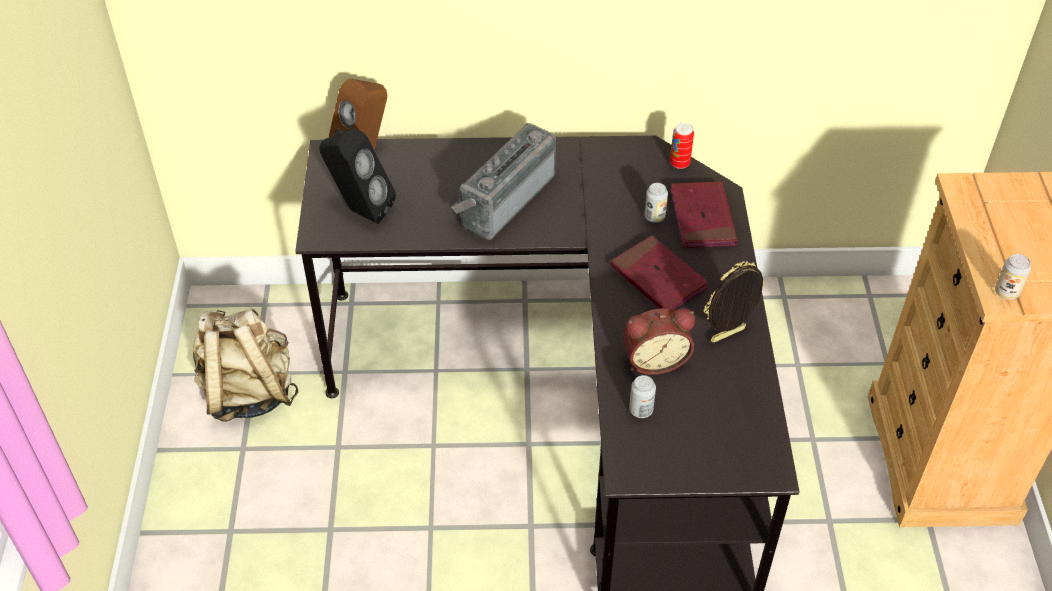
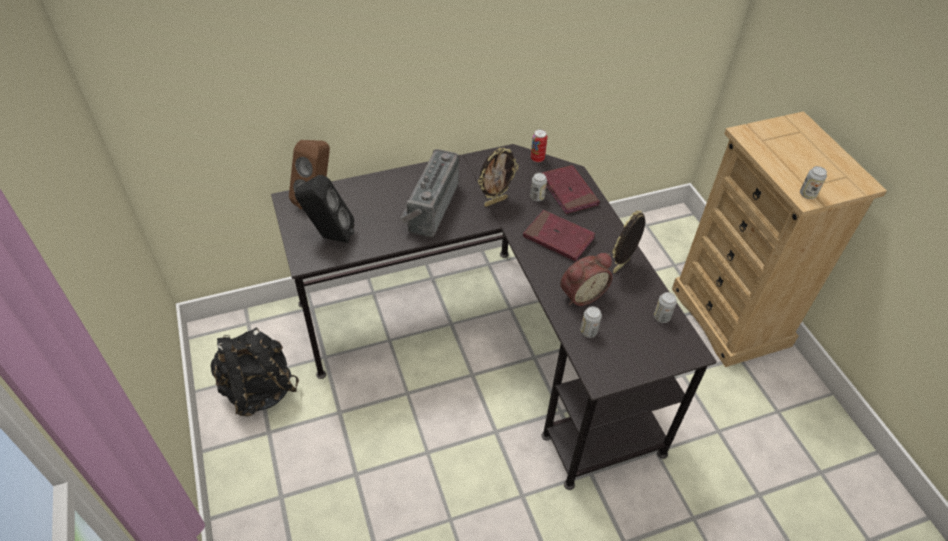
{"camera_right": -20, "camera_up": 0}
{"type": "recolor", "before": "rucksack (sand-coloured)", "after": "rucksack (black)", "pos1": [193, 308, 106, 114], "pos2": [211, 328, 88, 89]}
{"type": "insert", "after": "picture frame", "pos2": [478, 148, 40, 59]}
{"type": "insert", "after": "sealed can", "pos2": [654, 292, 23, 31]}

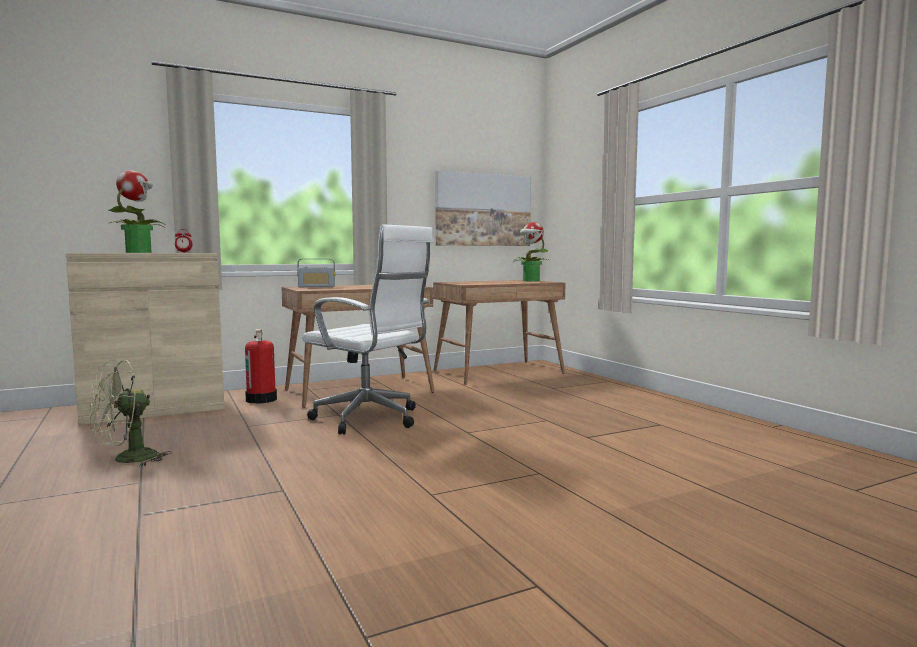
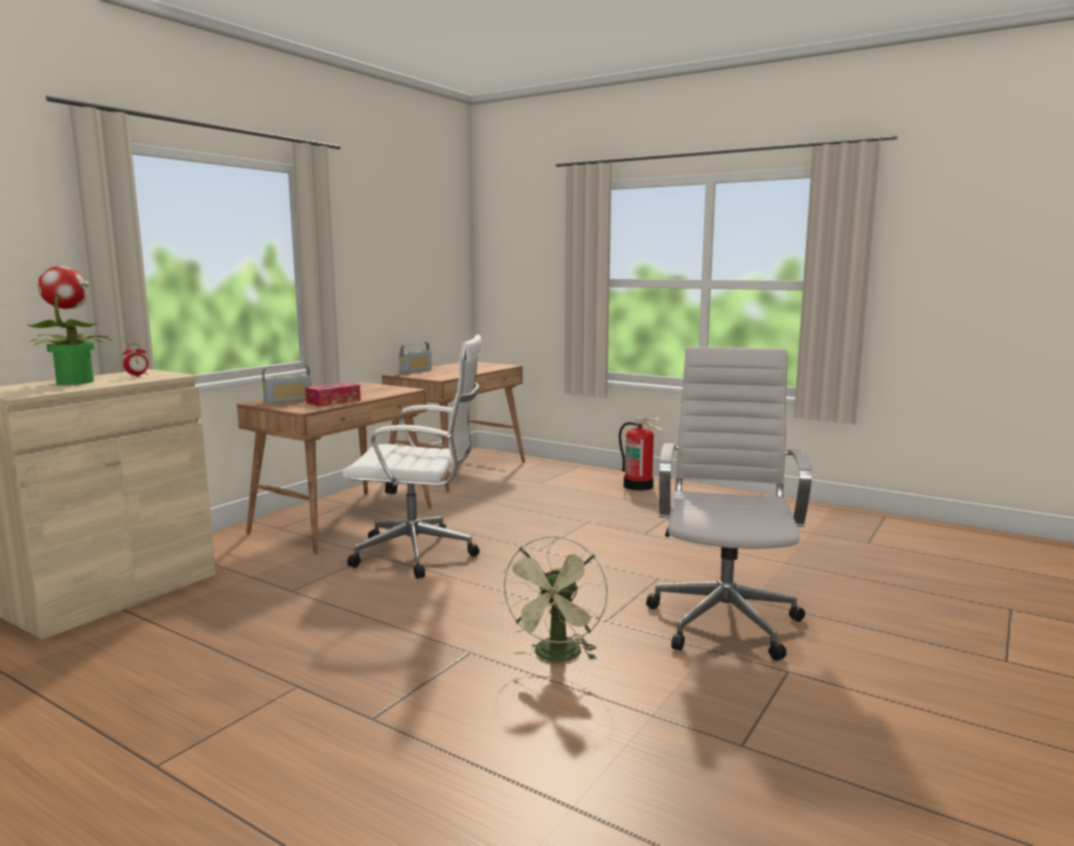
{"camera_right": -30, "camera_up": 5}
{"type": "insert", "after": "tissue holder", "pos2": [305, 382, 56, 25]}
{"type": "insert", "after": "radio set", "pos2": [399, 342, 33, 31]}
{"type": "move", "before": "fan (greenish)", "pos1": [89, 359, 83, 107], "pos2": [500, 536, 108, 126]}
{"type": "move", "before": "fire-fighting cylinder", "pos1": [245, 329, 32, 75], "pos2": [619, 417, 45, 74]}
{"type": "insert", "after": "desk chair (white)", "pos2": [646, 347, 166, 314]}
{"type": "delete", "before": "wall art", "pos1": [435, 170, 96, 76]}
{"type": "delete", "before": "plant in a pot", "pos1": [514, 222, 34, 59]}

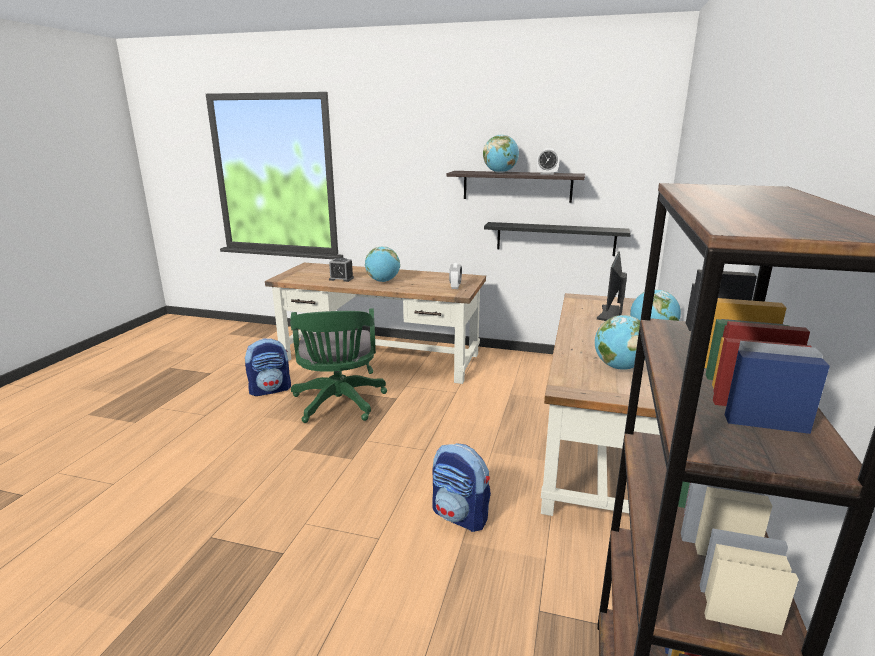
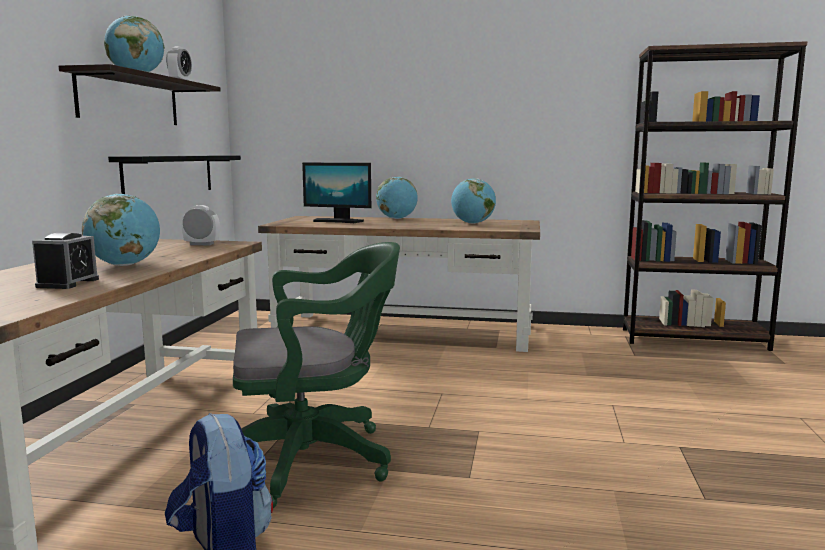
{"camera_right": -95, "camera_up": -10}
{"type": "delete", "before": "rucksack", "pos1": [433, 443, 58, 89]}

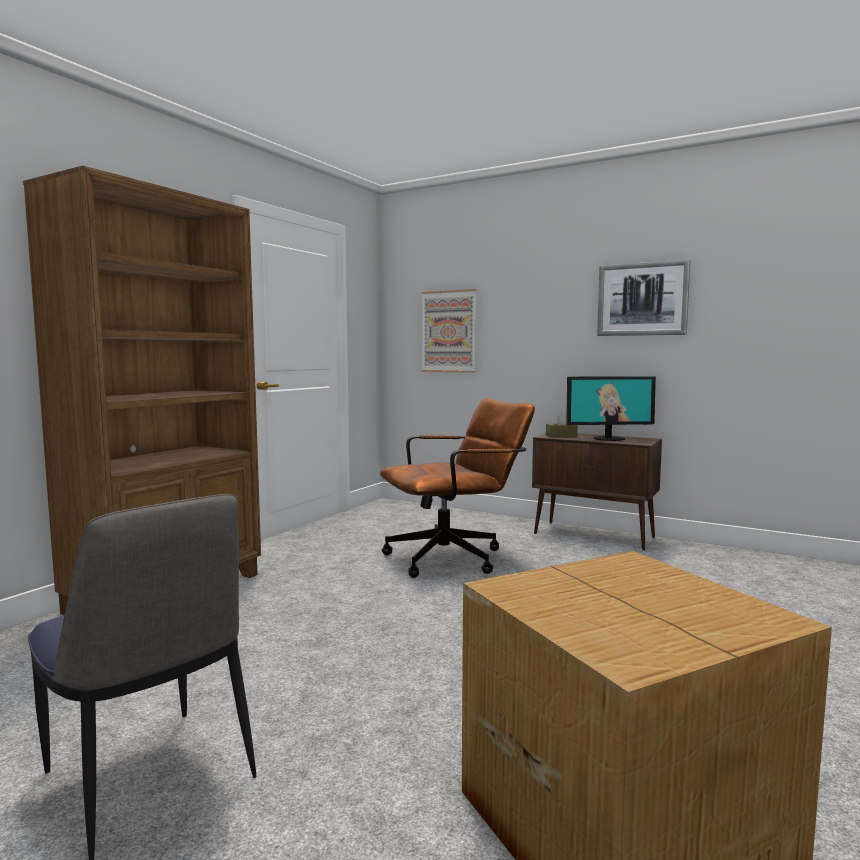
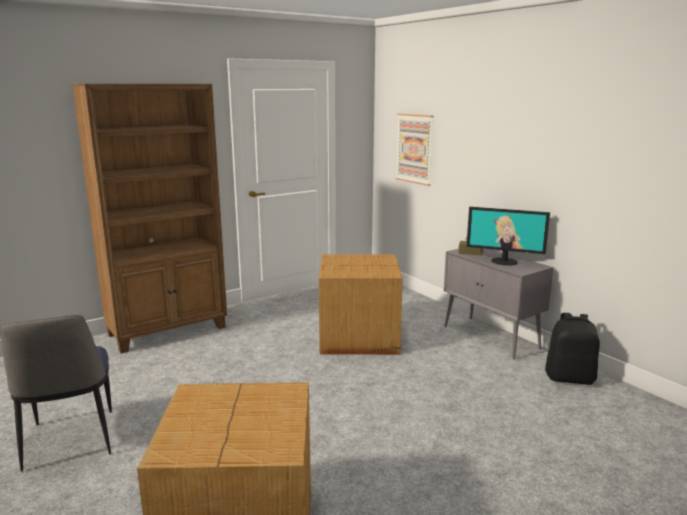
{"camera_right": 25, "camera_up": 10}
{"type": "replace", "before": "desk chair (brown-coloured)", "after": "packing box", "pos1": [380, 398, 155, 180], "pos2": [319, 254, 84, 101]}
{"type": "recolor", "before": "cabinet (brown-coloured)", "after": "cabinet (grey)", "pos1": [532, 433, 130, 118], "pos2": [444, 249, 110, 111]}
{"type": "insert", "after": "rucksack (black)", "pos2": [545, 313, 55, 72]}
{"type": "delete", "before": "wall art", "pos1": [597, 259, 93, 77]}

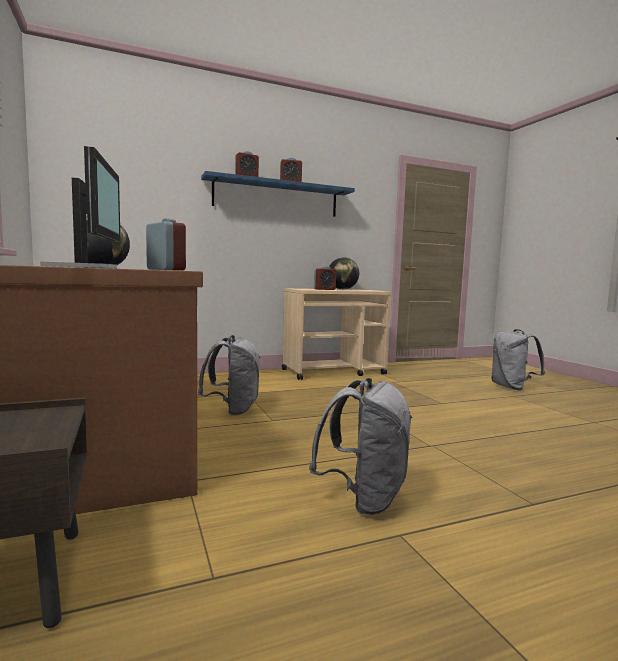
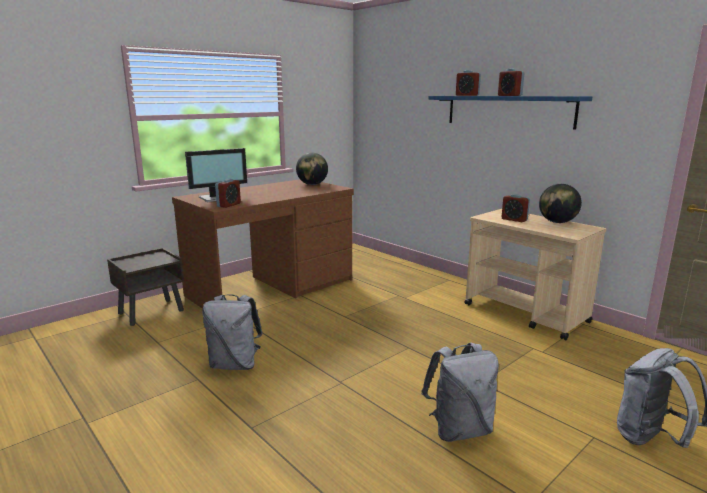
{"camera_right": 70, "camera_up": 10}
{"type": "move", "before": "rucksack (grey)", "pos1": [198, 335, 62, 81], "pos2": [421, 342, 78, 100]}

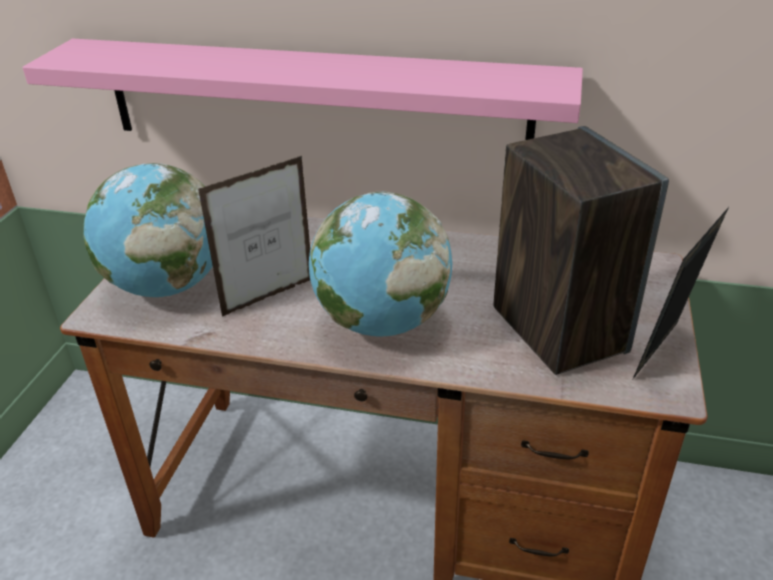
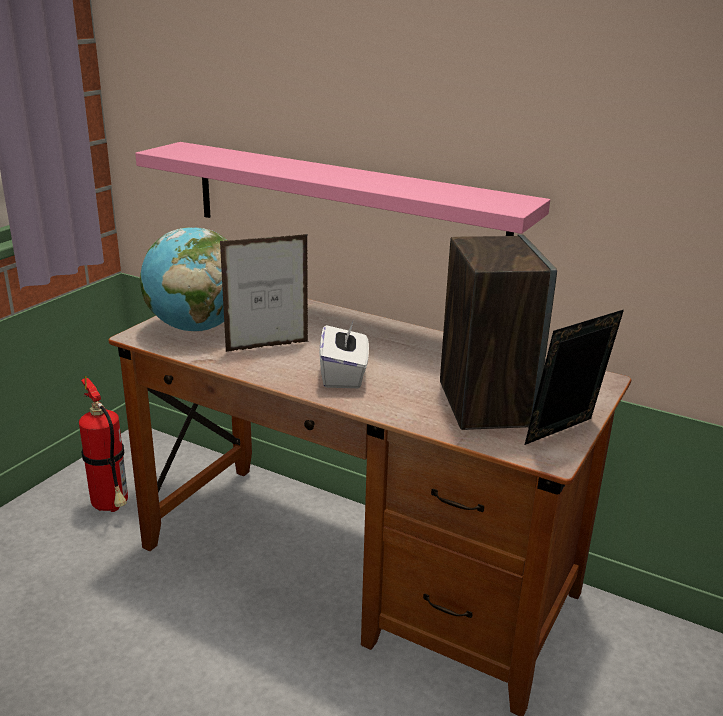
{"camera_right": 15, "camera_up": -10}
{"type": "insert", "after": "fire-fighting cylinder", "pos2": [79, 376, 49, 136]}
{"type": "replace", "before": "world globe", "after": "tissue holder (white)", "pos1": [309, 192, 143, 145], "pos2": [319, 319, 50, 69]}

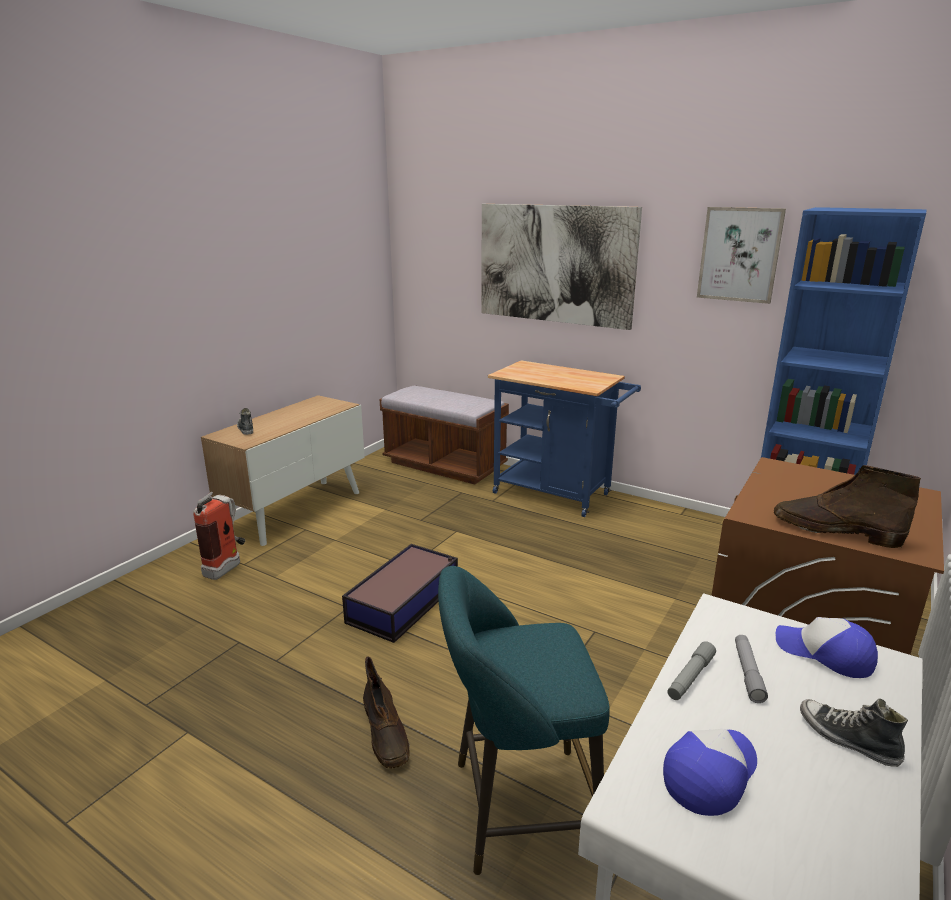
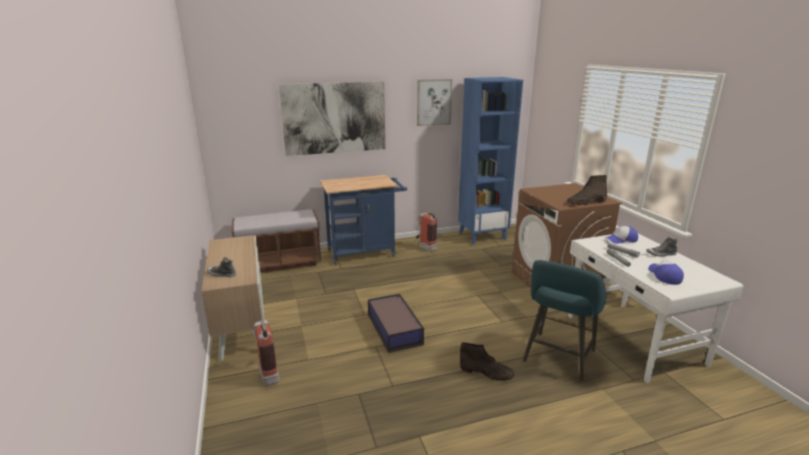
{"camera_right": -50, "camera_up": 0}
{"type": "insert", "after": "fire-fighting cylinder", "pos2": [416, 210, 21, 42]}

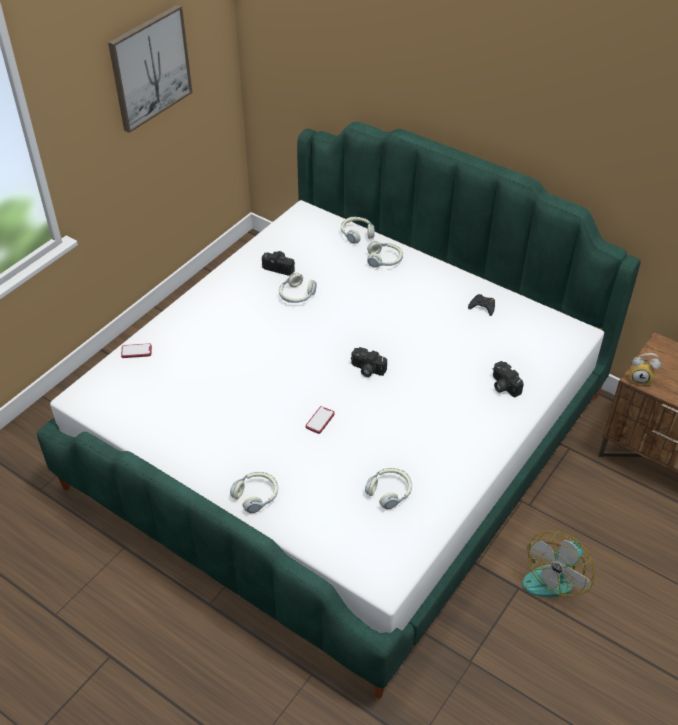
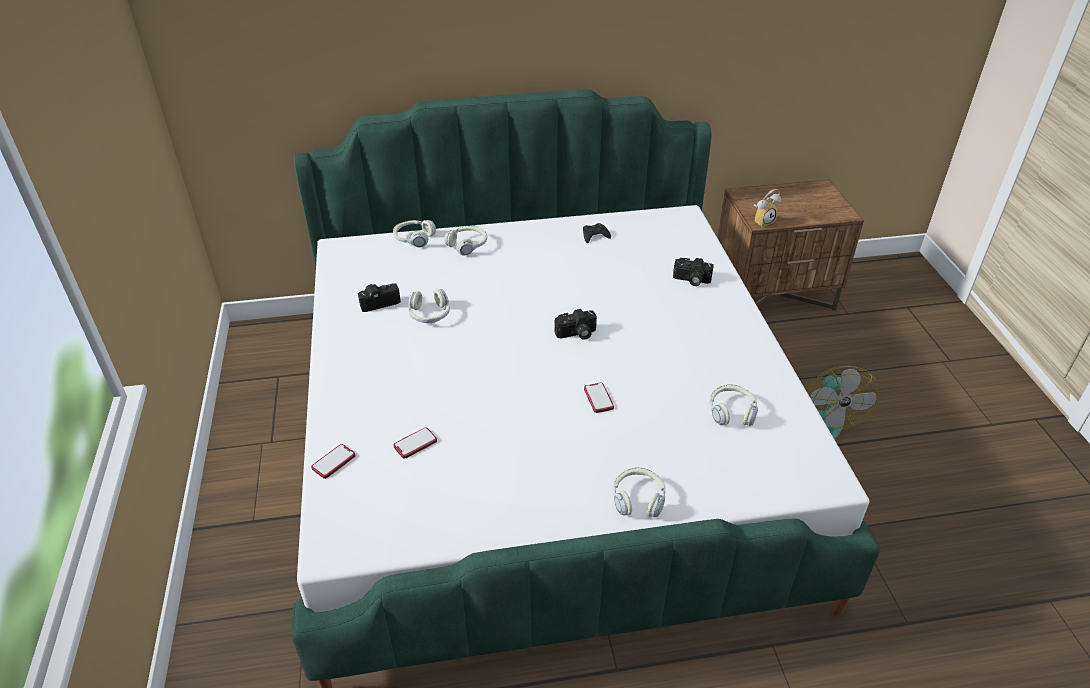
{"camera_right": -45, "camera_up": -5}
{"type": "insert", "after": "telephone", "pos2": [394, 427, 43, 32]}
{"type": "delete", "before": "wall art", "pos1": [108, 5, 84, 128]}

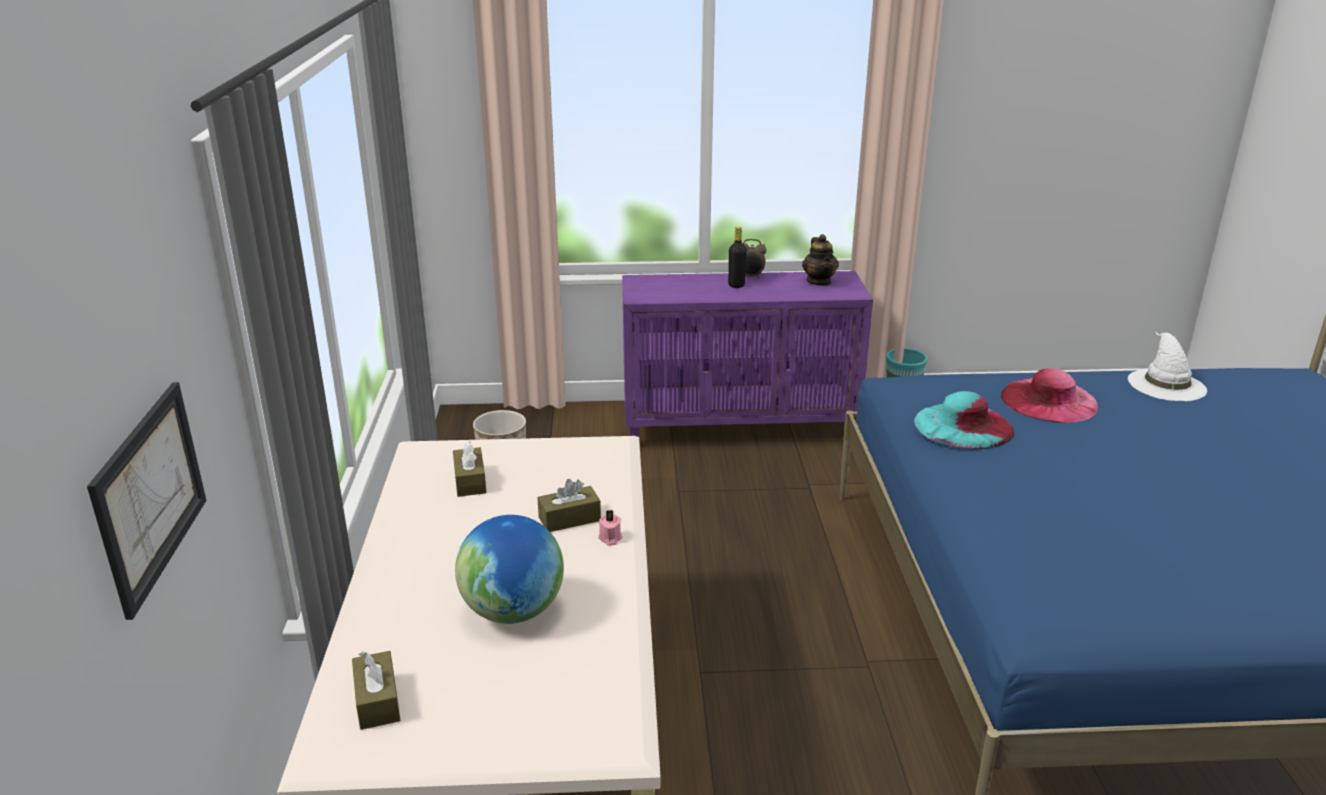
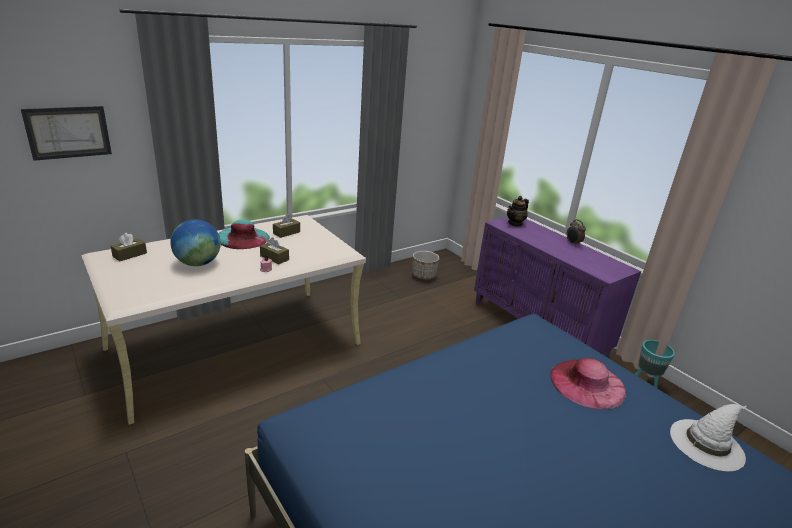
{"camera_right": 55, "camera_up": 0}
{"type": "move", "before": "hat (turquoise-coloured)", "pos1": [914, 391, 100, 59], "pos2": [218, 219, 52, 30]}
{"type": "move", "before": "pot for tea", "pos1": [802, 234, 37, 52], "pos2": [507, 196, 22, 31]}
{"type": "delete", "before": "drink bottle (black)", "pos1": [728, 227, 19, 61]}

